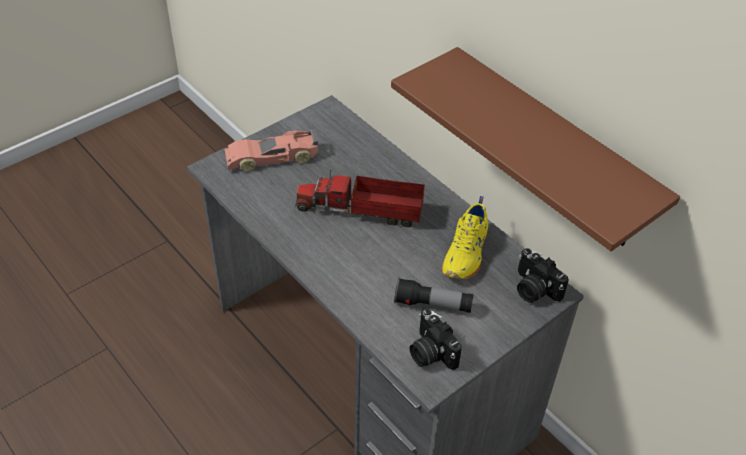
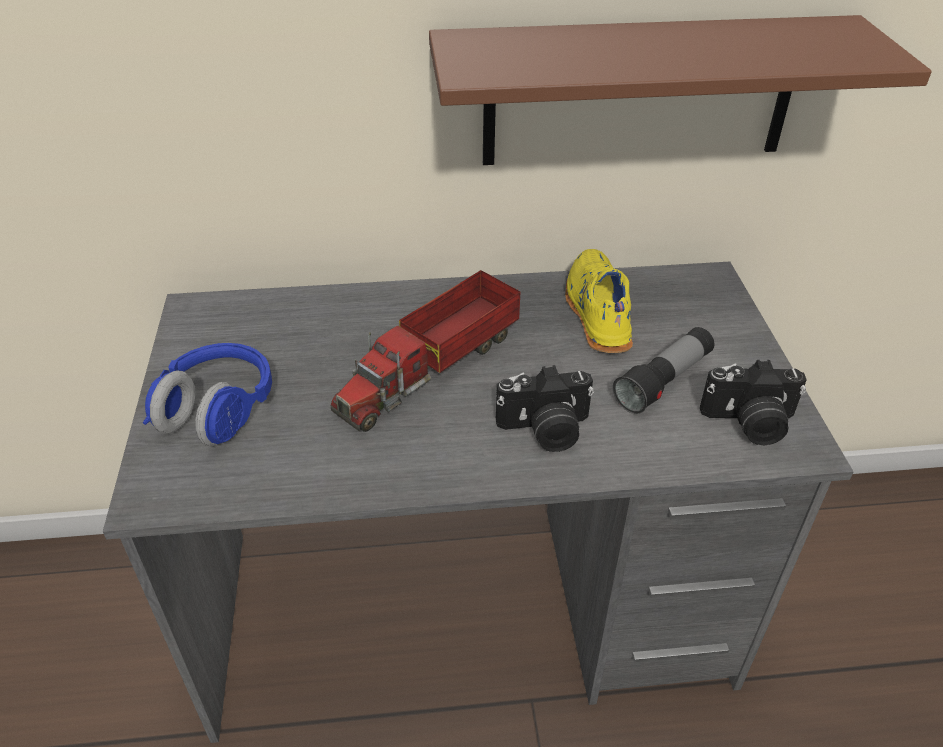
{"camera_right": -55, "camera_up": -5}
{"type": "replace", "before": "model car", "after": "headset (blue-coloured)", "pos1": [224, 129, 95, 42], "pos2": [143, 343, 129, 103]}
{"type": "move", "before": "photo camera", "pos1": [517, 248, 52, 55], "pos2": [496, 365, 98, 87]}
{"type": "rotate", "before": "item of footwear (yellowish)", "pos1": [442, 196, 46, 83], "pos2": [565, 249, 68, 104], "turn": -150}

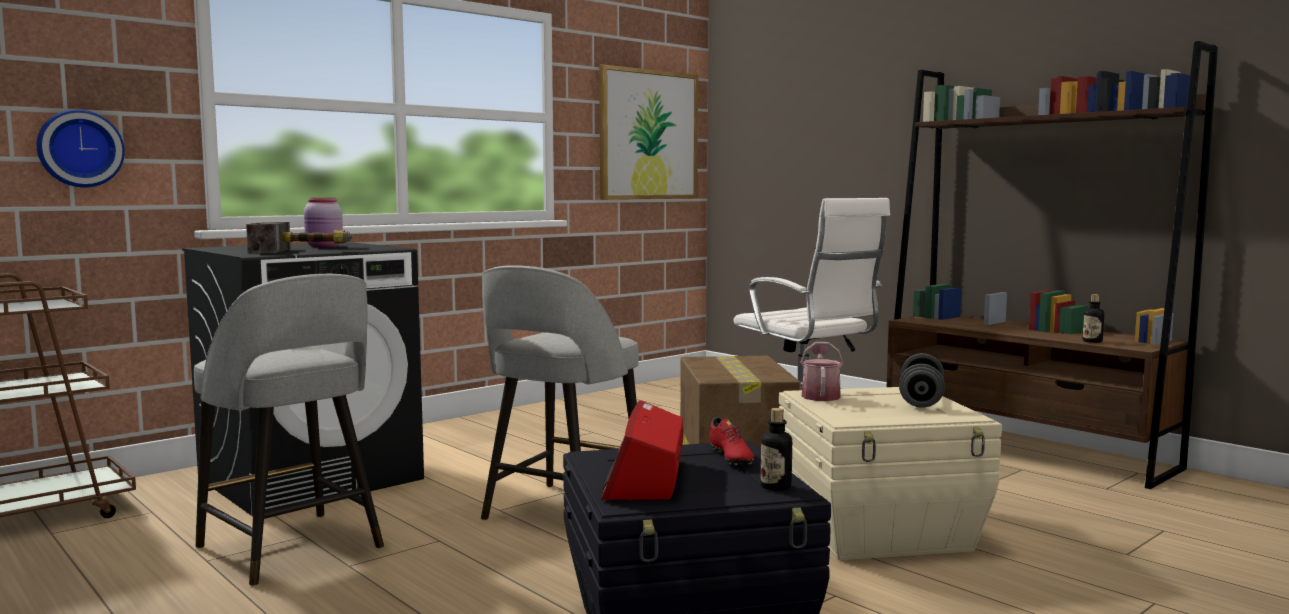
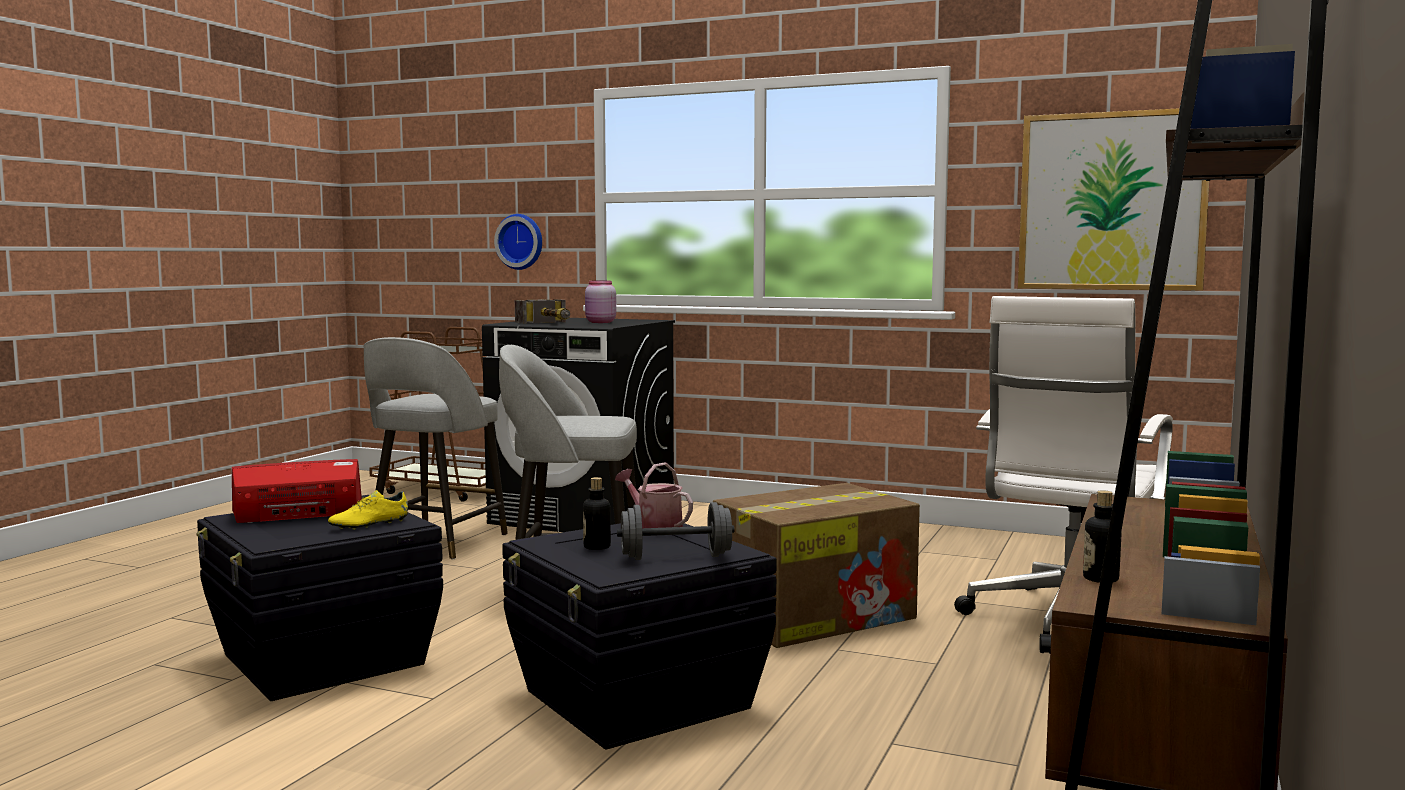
{"camera_right": 65, "camera_up": 0}
{"type": "recolor", "before": "item of footwear (red)", "after": "item of footwear (yellowish)", "pos1": [710, 417, 44, 48], "pos2": [328, 490, 80, 40]}
{"type": "recolor", "before": "storage bin (sand-coloured)", "after": "storage bin (black)", "pos1": [779, 387, 223, 173], "pos2": [502, 523, 275, 227]}
{"type": "move", "before": "drink bottle", "pos1": [761, 408, 31, 83], "pos2": [583, 477, 28, 73]}
{"type": "rotate", "before": "sprinkling can", "pos1": [800, 342, 43, 59], "pos2": [615, 462, 78, 66], "turn": -120}

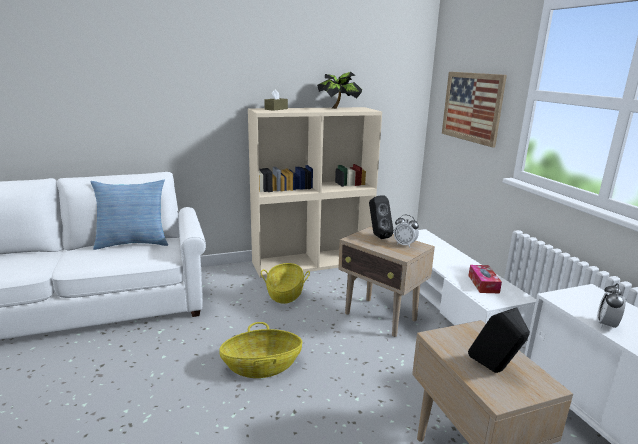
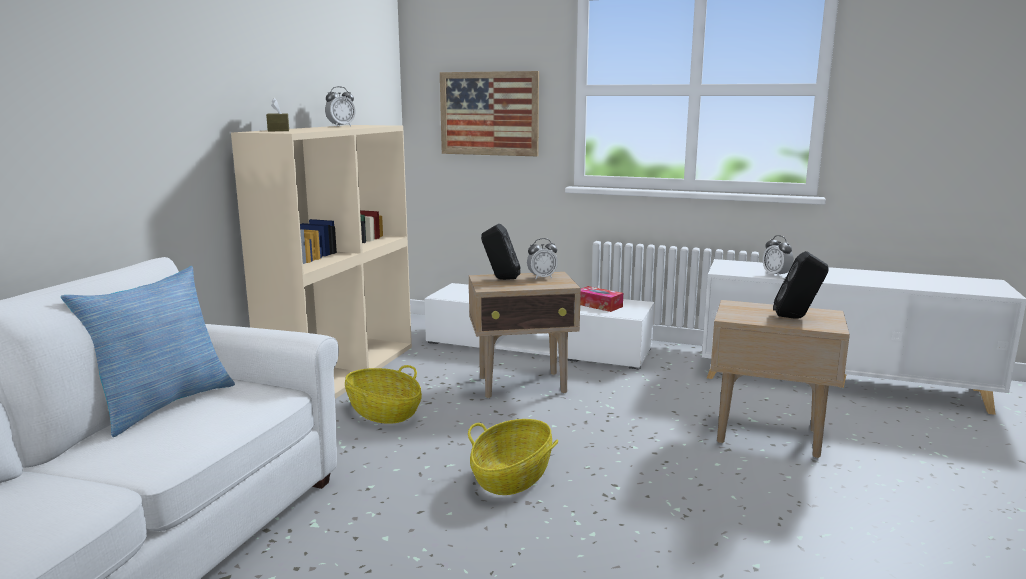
{"camera_right": -50, "camera_up": -5}
{"type": "replace", "before": "plant in a pot", "after": "table clock", "pos1": [317, 72, 45, 37], "pos2": [325, 86, 31, 40]}

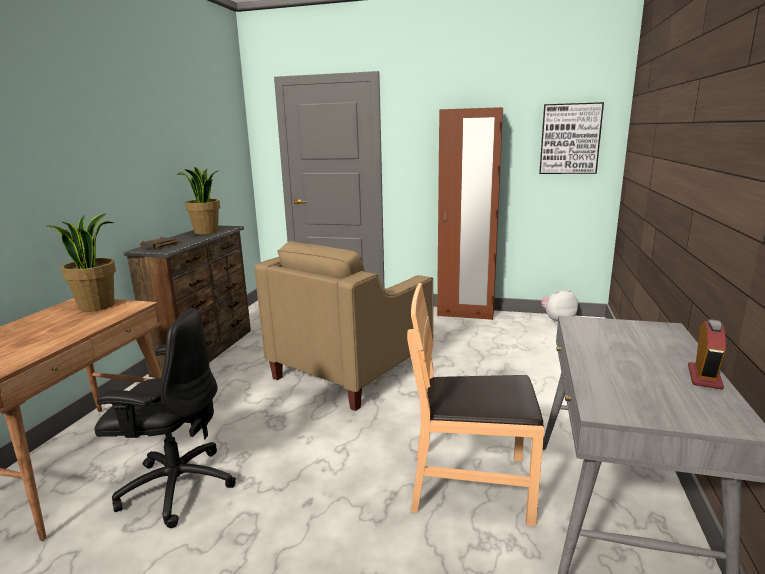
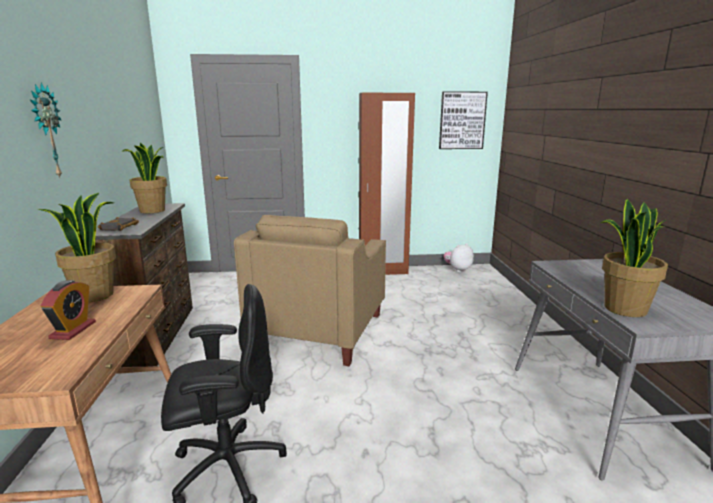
{"camera_right": -20, "camera_up": 0}
{"type": "insert", "after": "wall clock", "pos2": [30, 83, 32, 95]}
{"type": "move", "before": "table clock", "pos1": [688, 319, 38, 70], "pos2": [40, 280, 56, 60]}
{"type": "insert", "after": "plant in a pot", "pos2": [601, 199, 67, 118]}
{"type": "delete", "before": "chair (brown-coloured)", "pos1": [407, 283, 137, 243]}

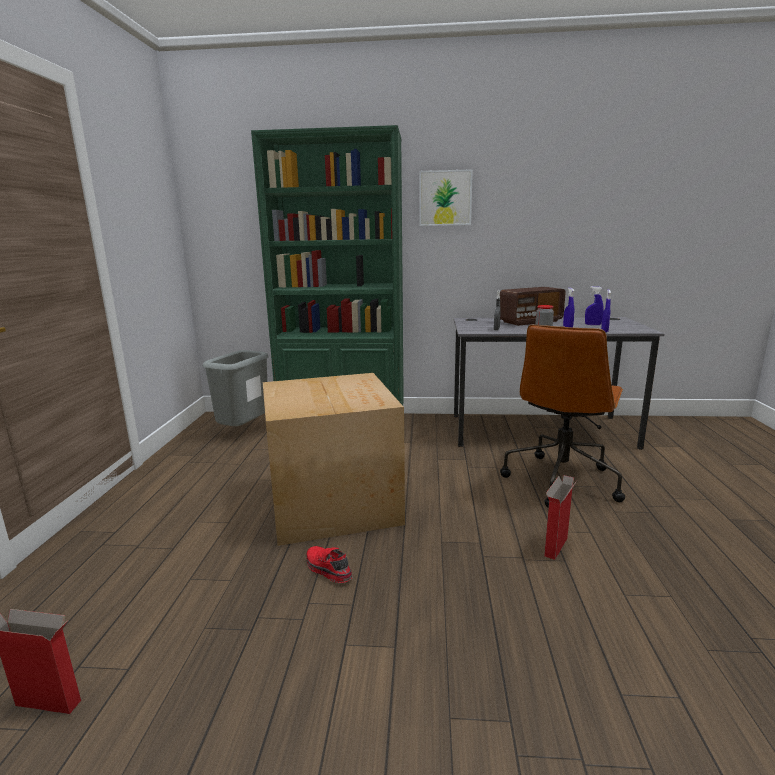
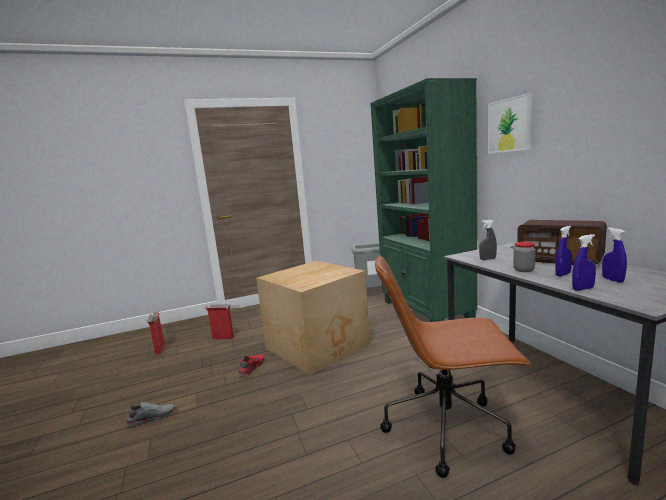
{"camera_right": 65, "camera_up": -5}
{"type": "insert", "after": "item of footwear (grey)", "pos2": [126, 402, 49, 24]}
{"type": "move", "before": "packing box", "pos1": [544, 475, 33, 85], "pos2": [204, 304, 30, 35]}

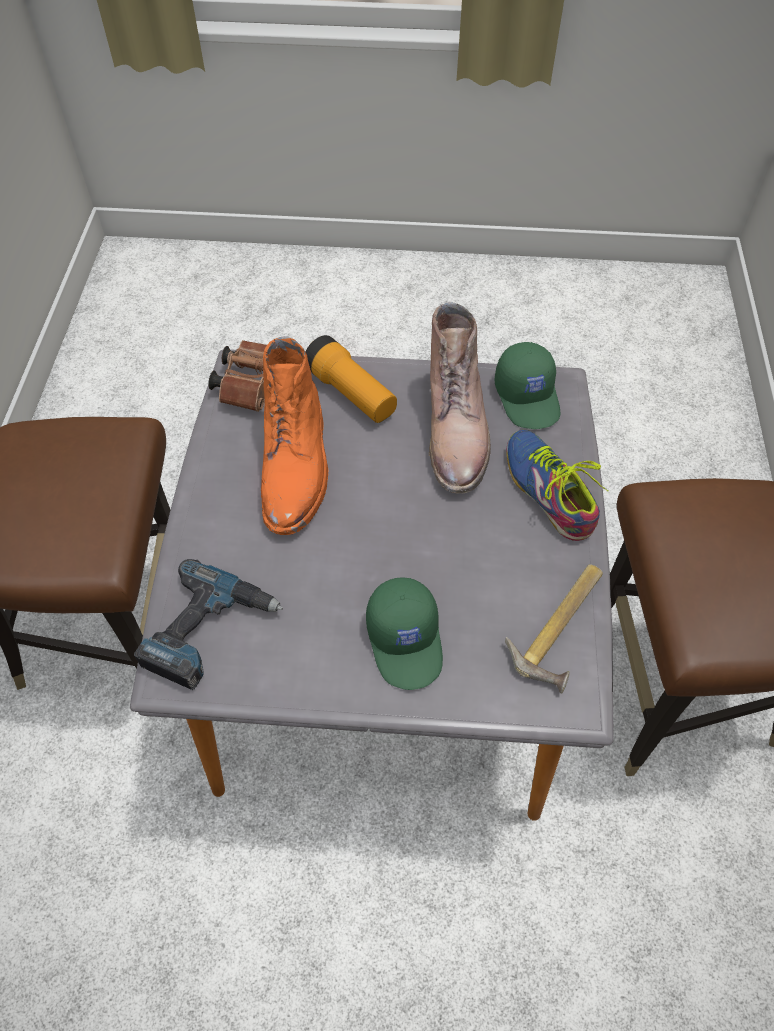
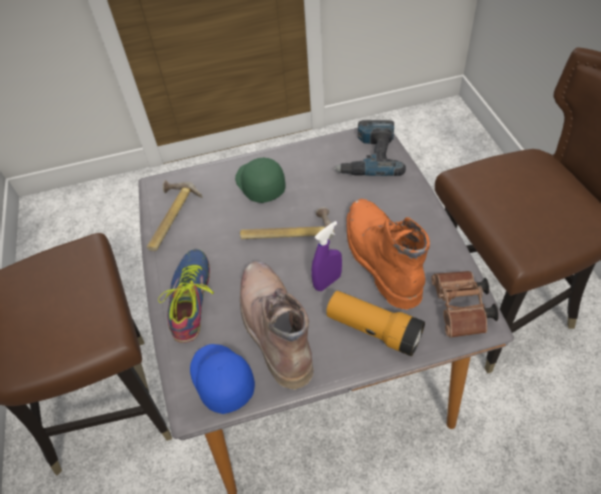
{"camera_right": 165, "camera_up": -5}
{"type": "rotate", "before": "item of footwear", "pos1": [506, 430, 103, 111], "pos2": [158, 249, 56, 94], "turn": -135}
{"type": "recolor", "before": "peaked cap (greenish)", "after": "peaked cap (blue-coloured)", "pos1": [495, 342, 65, 87], "pos2": [190, 344, 65, 70]}
{"type": "insert", "after": "hammer", "pos2": [240, 207, 94, 33]}
{"type": "insert", "after": "hand sprayer (purple-coloured)", "pos2": [311, 221, 31, 70]}

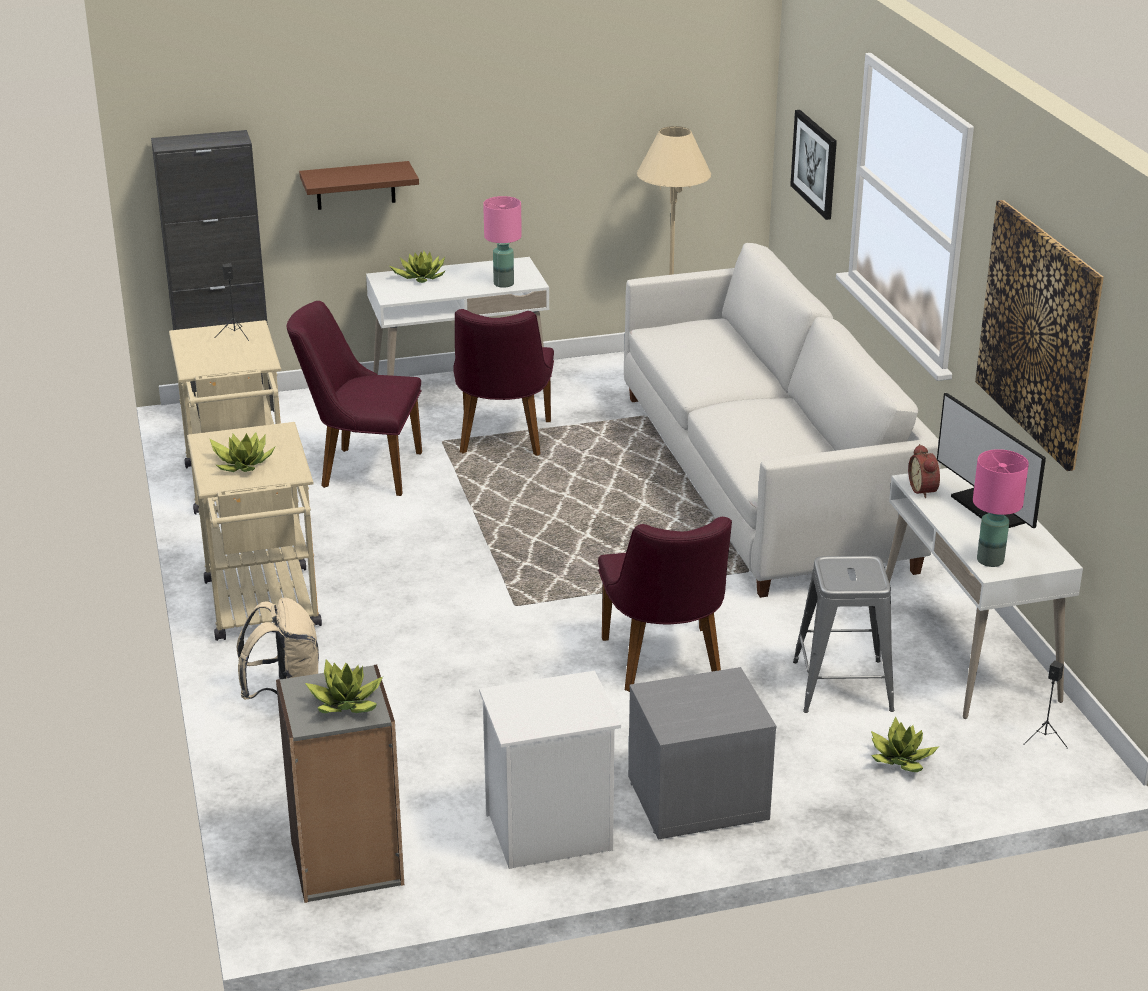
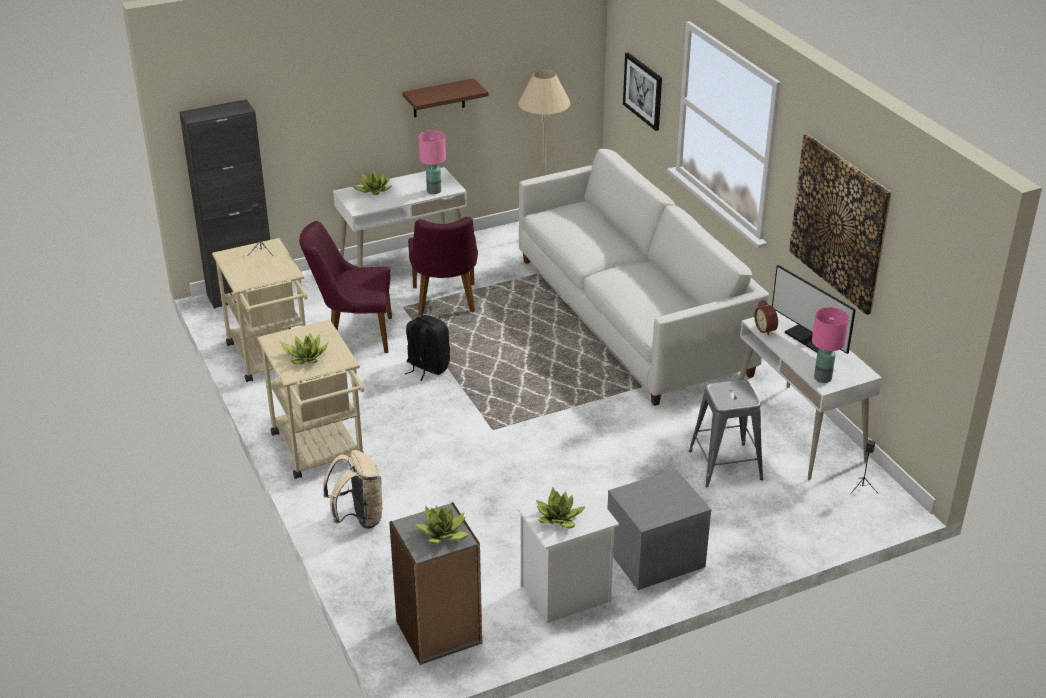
{"camera_right": -10, "camera_up": 5}
{"type": "move", "before": "wall shelf (brown-coloured)", "pos1": [299, 161, 120, 49], "pos2": [402, 78, 87, 39]}
{"type": "insert", "after": "rucksack (black)", "pos2": [405, 315, 45, 66]}
{"type": "move", "before": "plant in a pot", "pos1": [871, 717, 69, 55], "pos2": [536, 487, 50, 41]}
{"type": "delete", "before": "chair (purple-coloured)", "pos1": [598, 517, 134, 175]}

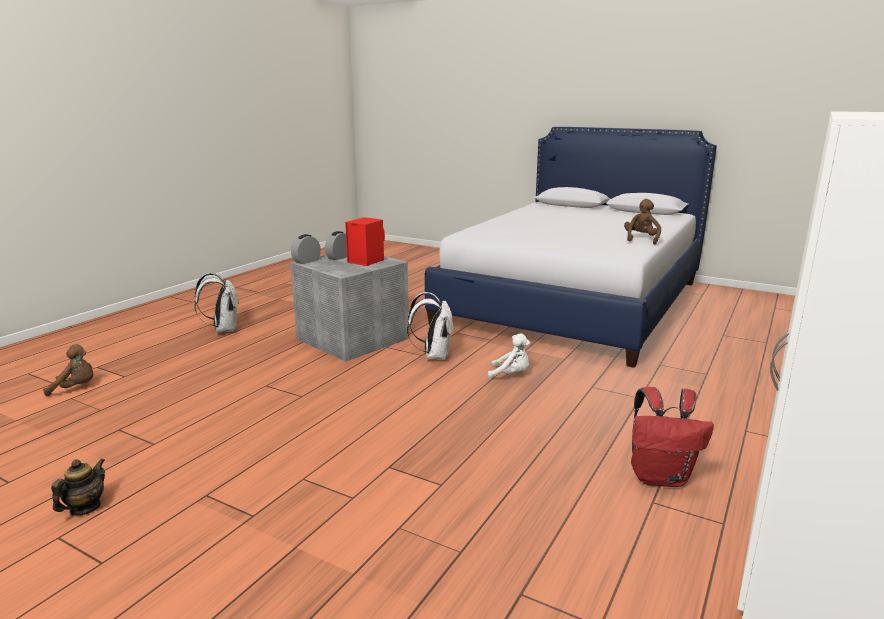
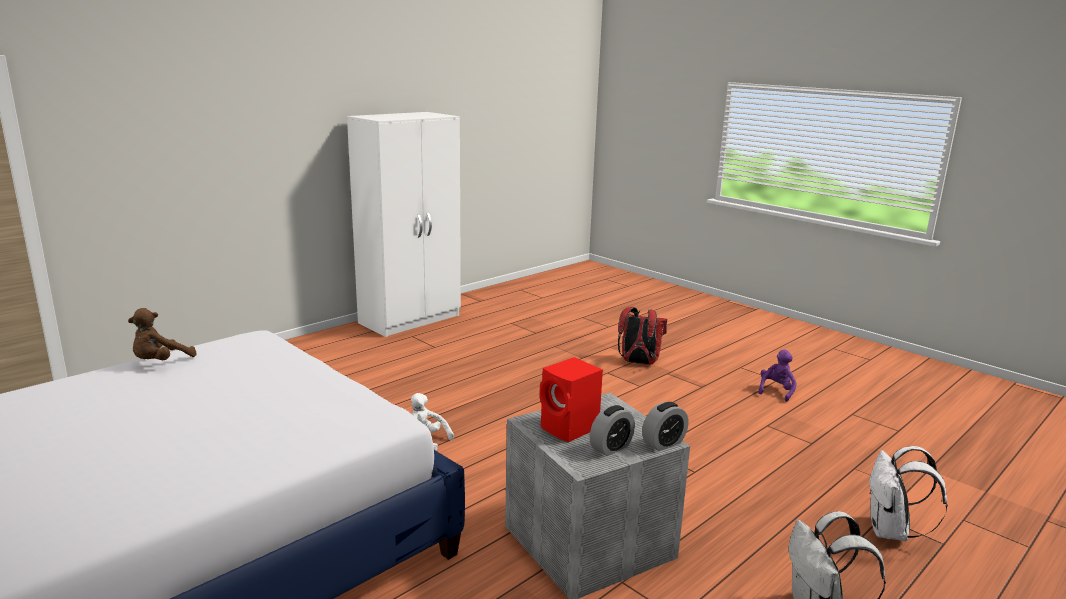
{"camera_right": -165, "camera_up": 0}
{"type": "move", "before": "rucksack (red)", "pos1": [631, 387, 83, 100], "pos2": [618, 307, 49, 58]}
{"type": "replace", "before": "pot for tea", "after": "cuddly toy (purple-coloured)", "pos1": [51, 458, 54, 58], "pos2": [758, 350, 39, 52]}
{"type": "move", "before": "rucksack (white)", "pos1": [407, 292, 47, 68], "pos2": [869, 446, 79, 95]}
{"type": "delete", "before": "cuddly toy (brown-coloured)", "pos1": [43, 344, 50, 52]}

